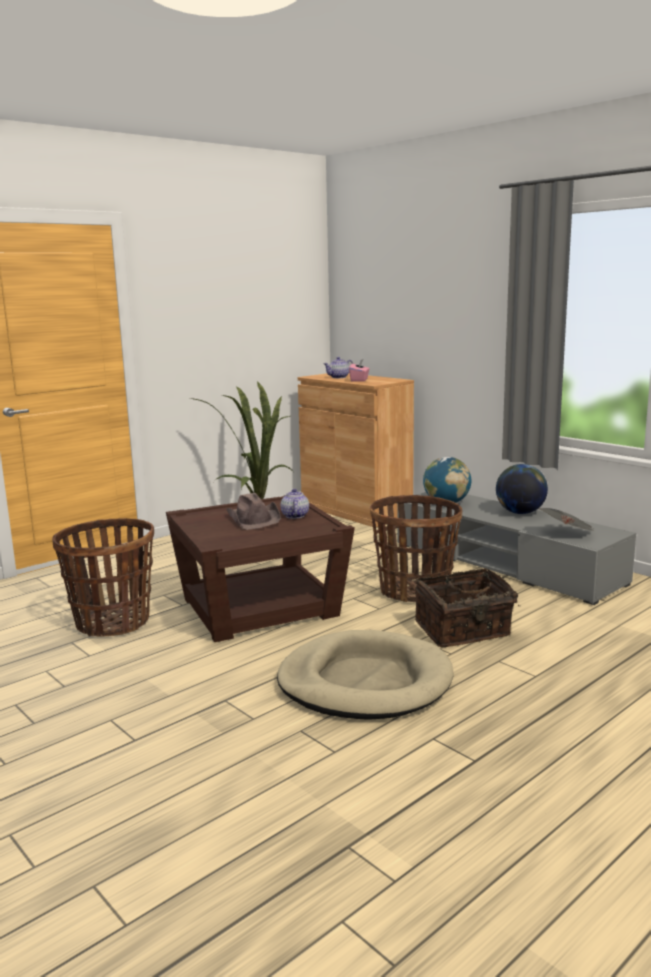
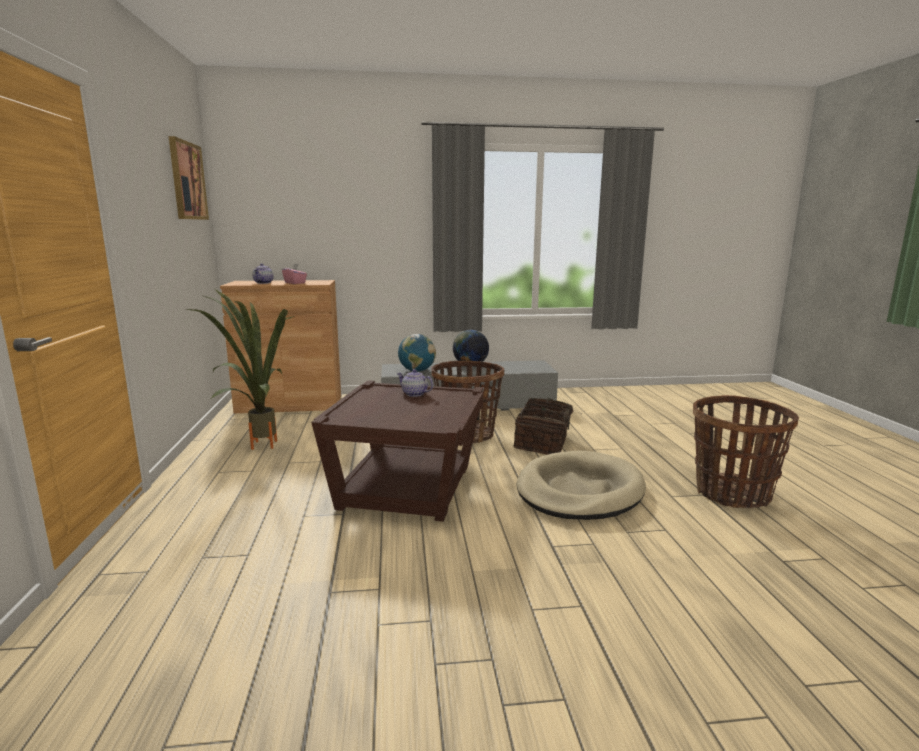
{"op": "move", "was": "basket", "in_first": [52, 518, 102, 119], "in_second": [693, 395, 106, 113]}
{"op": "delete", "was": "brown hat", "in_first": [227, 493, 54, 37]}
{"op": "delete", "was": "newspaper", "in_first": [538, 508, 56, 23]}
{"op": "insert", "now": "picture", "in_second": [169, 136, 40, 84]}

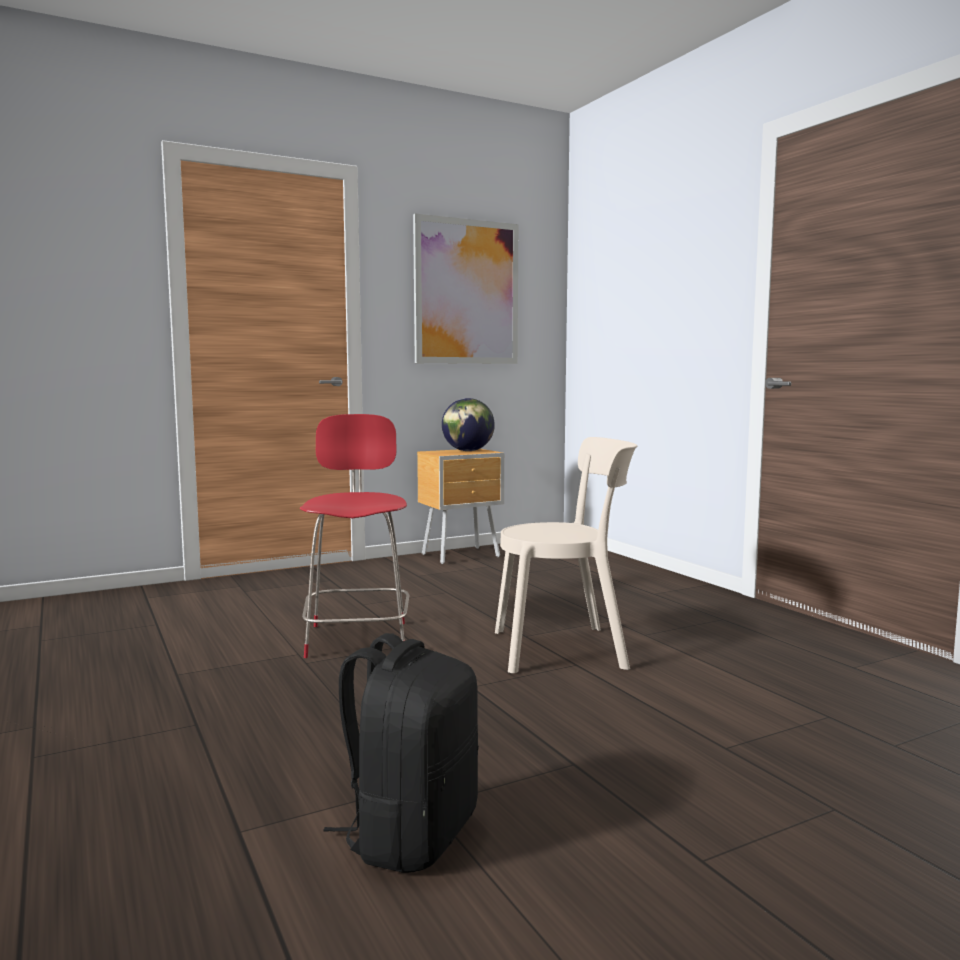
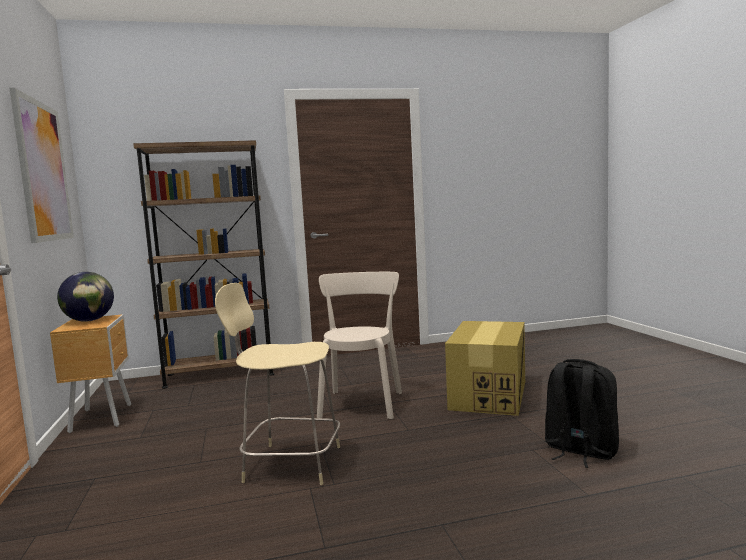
{"op": "recolor", "was": "red chair", "now": "beige chair", "in_first": [300, 414, 109, 244], "in_second": [215, 283, 125, 202]}
{"op": "insert", "now": "brown bookcase", "in_second": [133, 140, 141, 249]}
{"op": "insert", "now": "cardboard box", "in_second": [445, 321, 80, 95]}

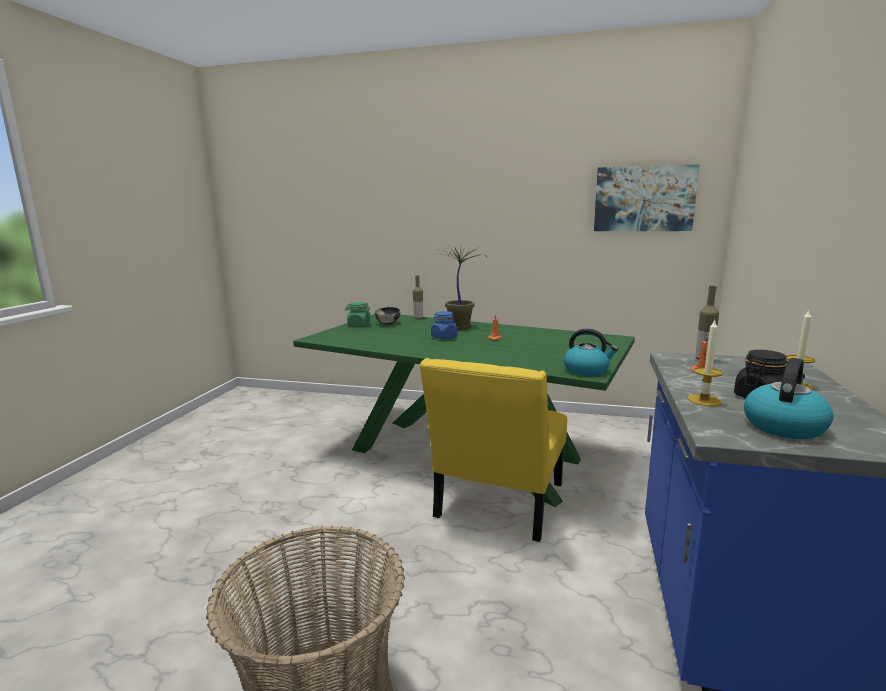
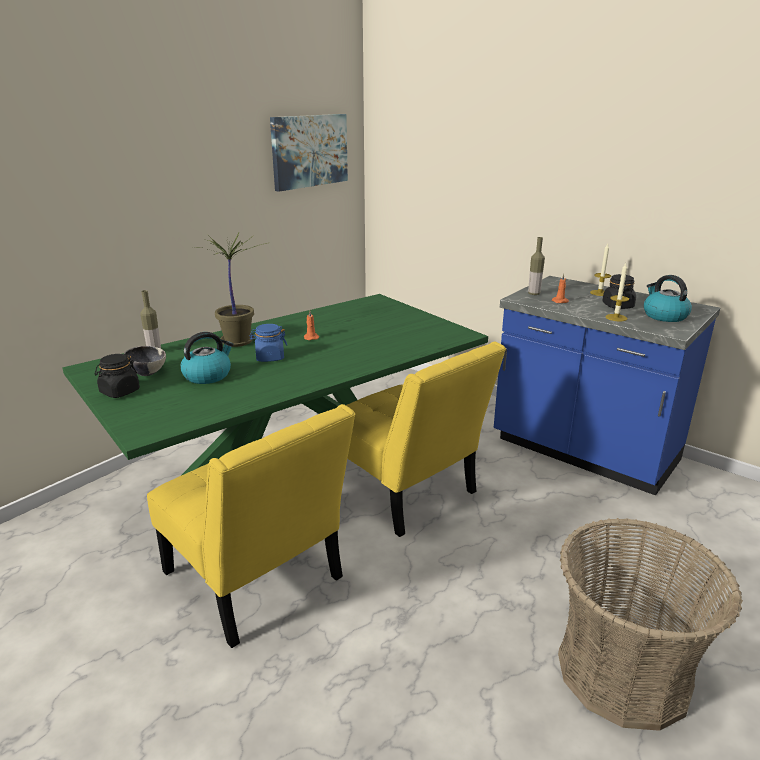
{"op": "recolor", "was": "green jar", "now": "black jar", "in_first": [345, 302, 26, 25], "in_second": [94, 354, 46, 44]}
{"op": "move", "was": "kettle", "in_first": [564, 329, 54, 47], "in_second": [180, 332, 53, 52]}
{"op": "insert", "now": "yellow chair", "in_second": [147, 404, 208, 244]}

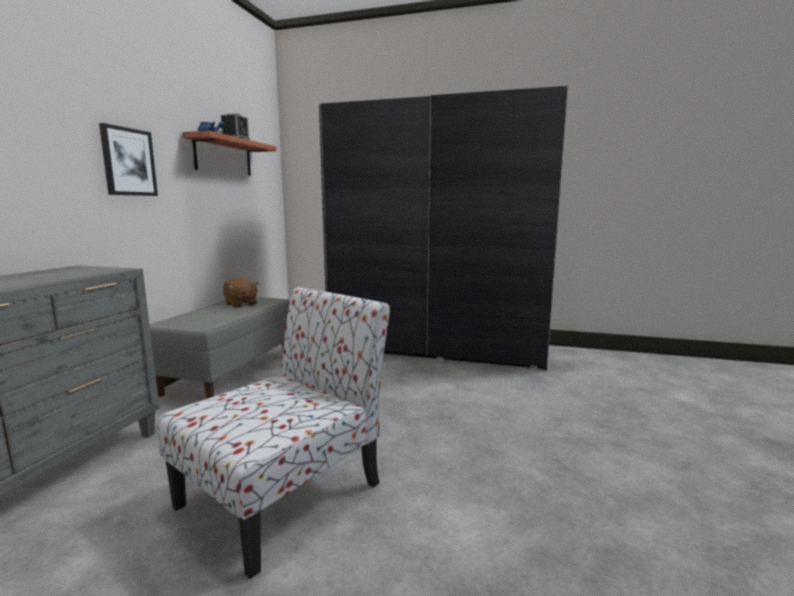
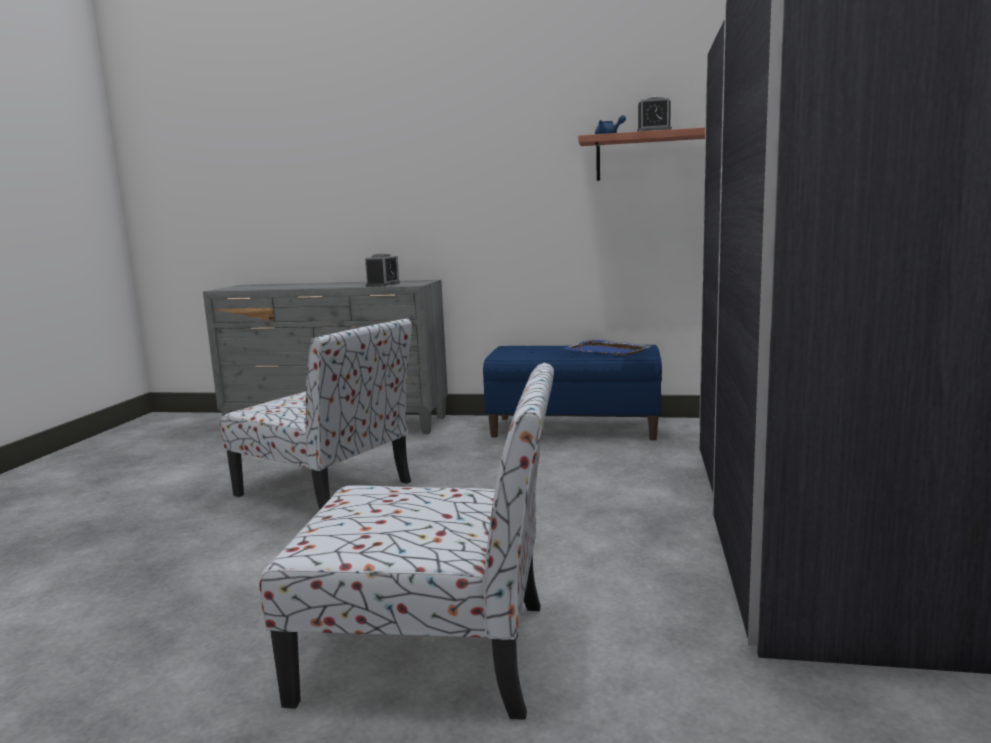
{"op": "delete", "was": "picture", "in_first": [99, 123, 59, 73]}
{"op": "recolor", "was": "grey bench", "now": "blue bench", "in_first": [150, 297, 140, 102], "in_second": [483, 345, 179, 95]}
{"op": "replace", "was": "brown plush toy", "now": "blue tray", "in_first": [223, 278, 35, 30], "in_second": [565, 340, 86, 15]}
{"op": "insert", "now": "chair", "in_second": [260, 363, 294, 357]}
{"op": "insert", "now": "alarm clock", "in_second": [365, 254, 35, 32]}

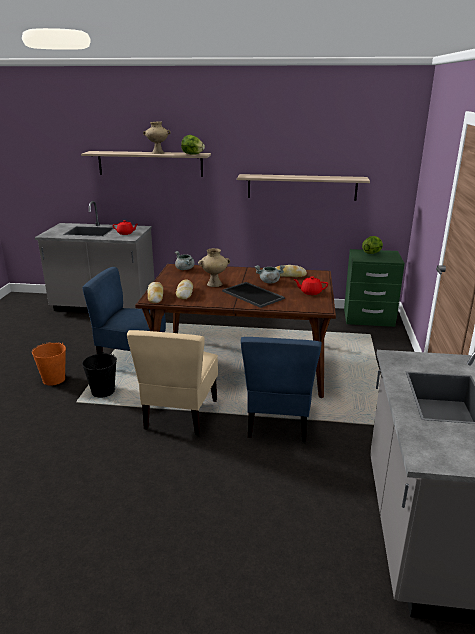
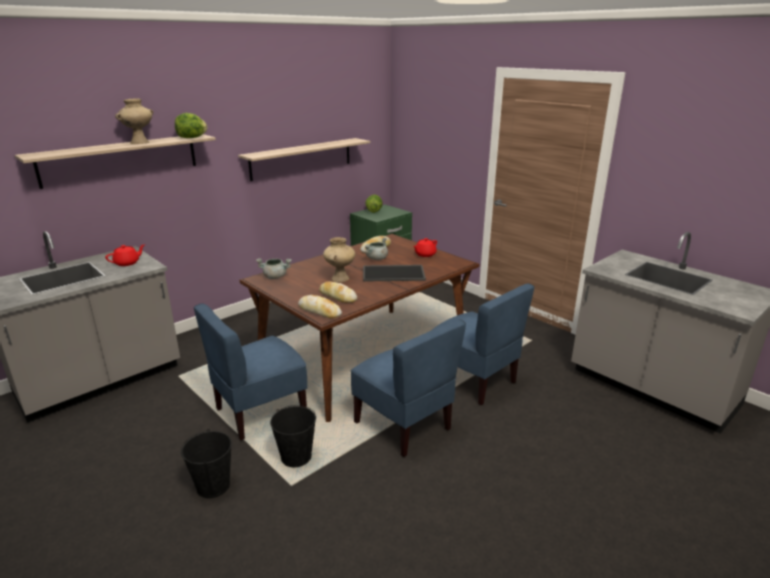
{"op": "recolor", "was": "orange bucket", "now": "black bucket", "in_first": [32, 342, 34, 44], "in_second": [181, 429, 51, 69]}
{"op": "recolor", "was": "beige chair", "now": "blue chair", "in_first": [127, 330, 91, 106], "in_second": [351, 319, 115, 138]}

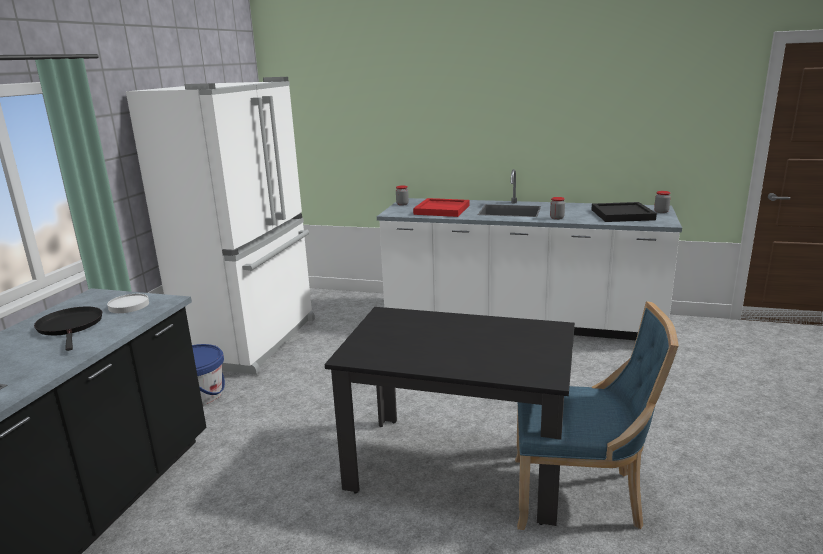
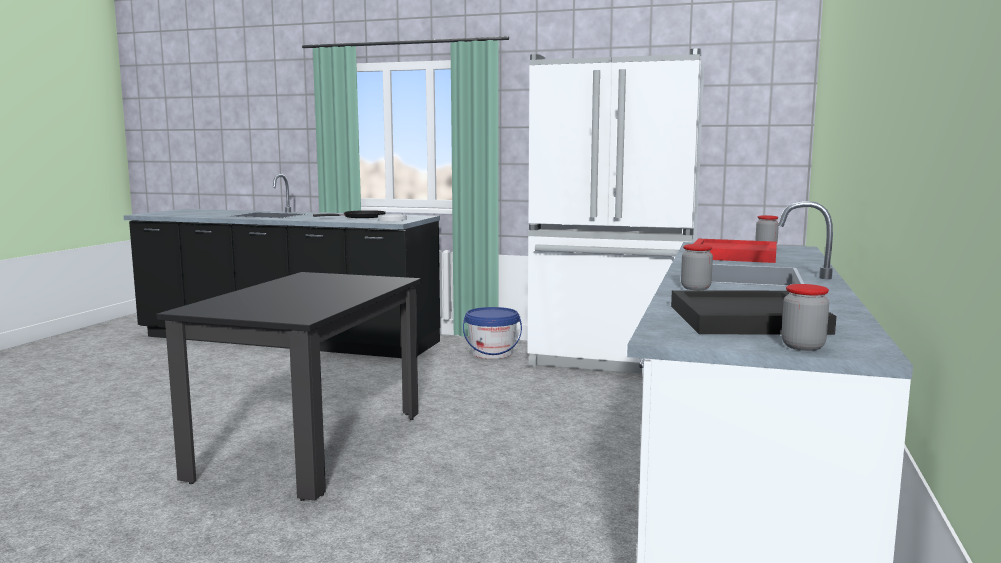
{"op": "delete", "was": "blue chair", "in_first": [515, 301, 163, 229]}

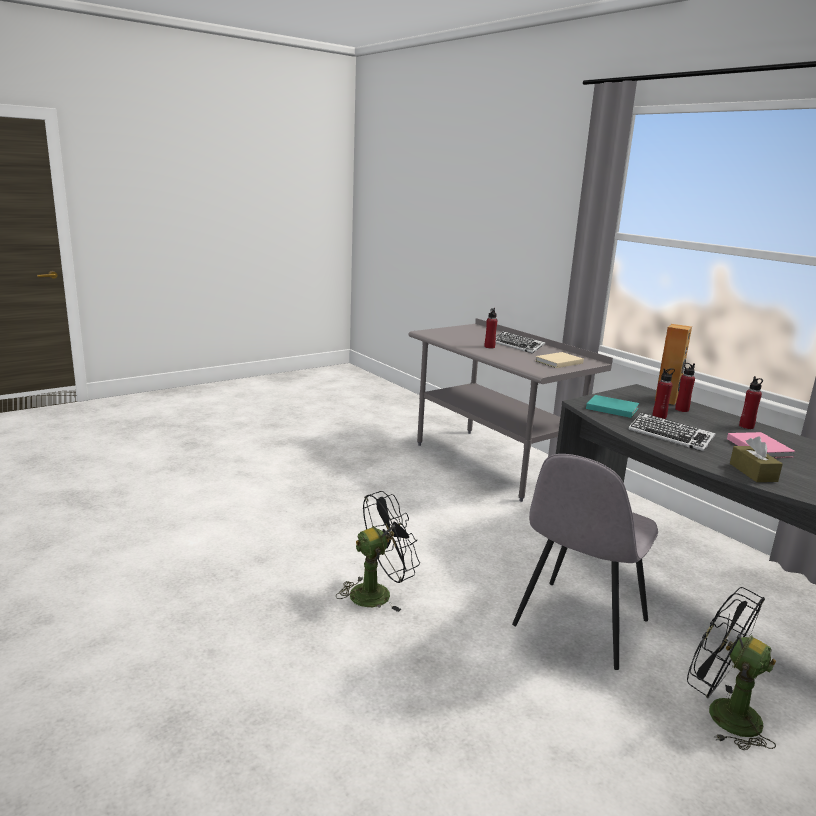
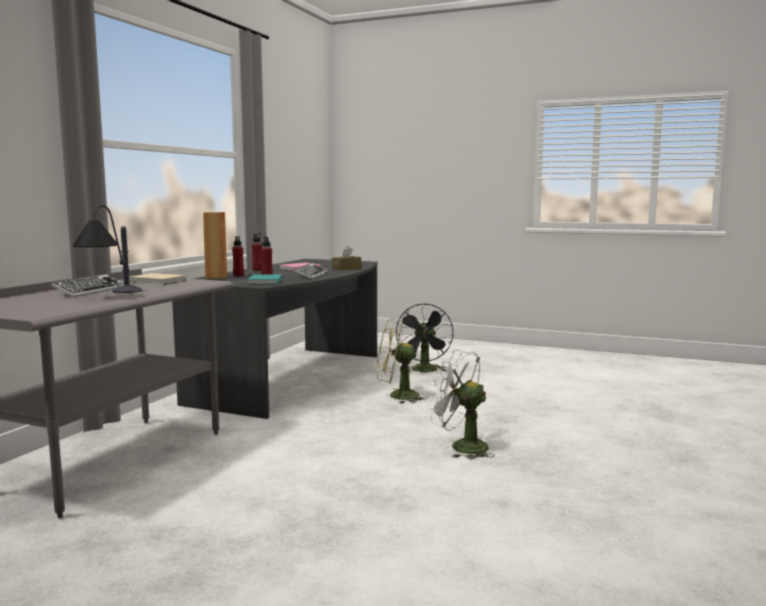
{"op": "recolor", "was": "black fan", "now": "white fan", "in_first": [336, 491, 84, 121], "in_second": [428, 349, 67, 111]}
{"op": "replace", "was": "red bottle", "now": "table lamp", "in_first": [484, 308, 13, 40], "in_second": [73, 205, 69, 88]}
{"op": "replace", "was": "grey chair", "now": "green fan", "in_first": [512, 454, 146, 216], "in_second": [377, 318, 51, 86]}

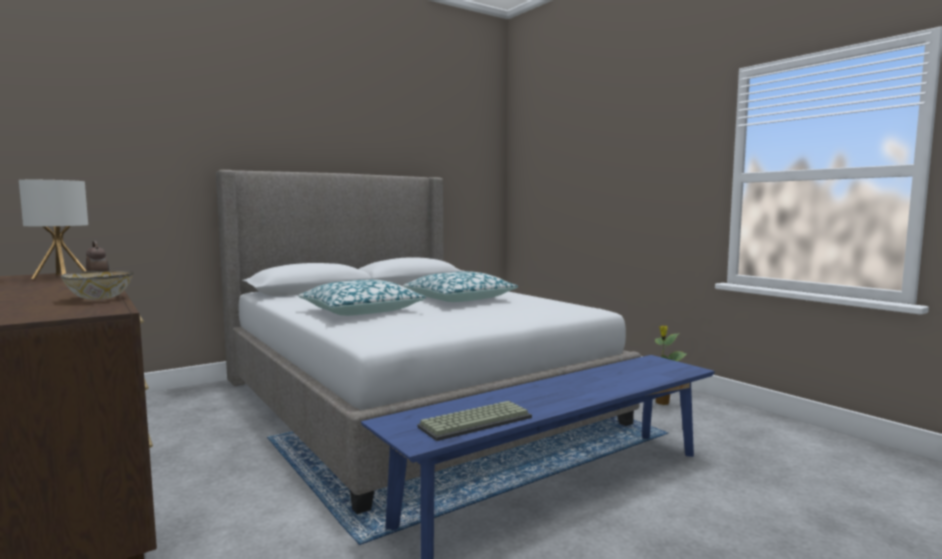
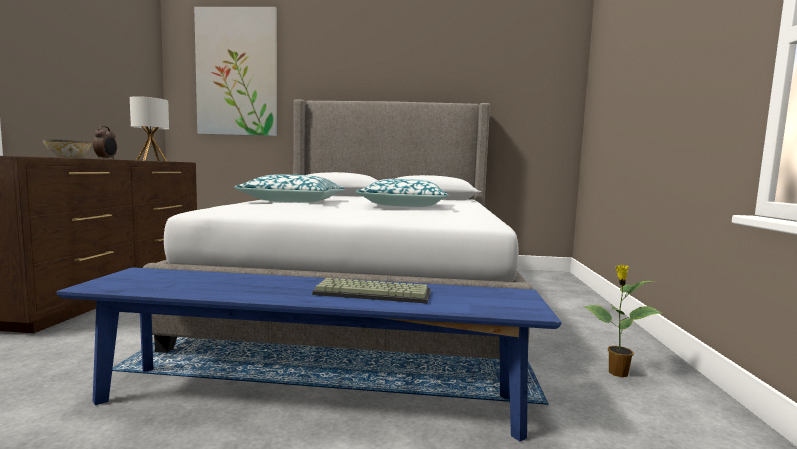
{"op": "move", "was": "keyboard", "in_first": [417, 401, 115, 40], "in_second": [312, 278, 119, 26]}
{"op": "insert", "now": "picture", "in_second": [194, 7, 83, 129]}

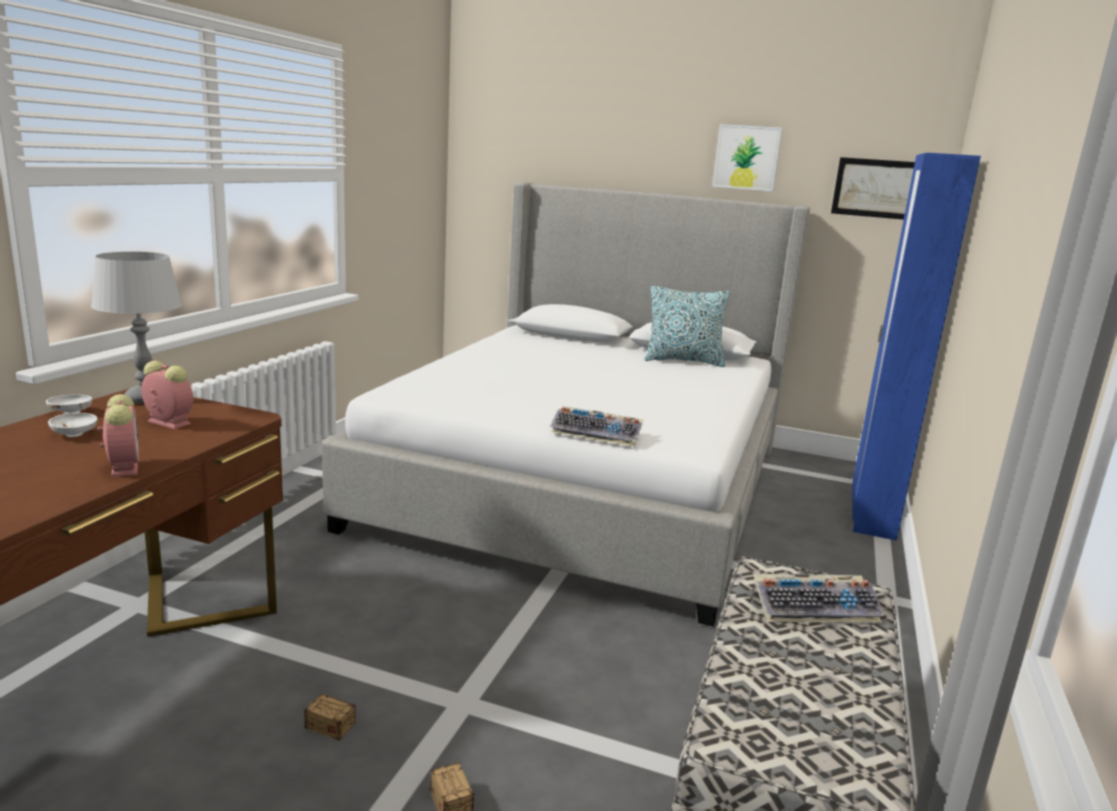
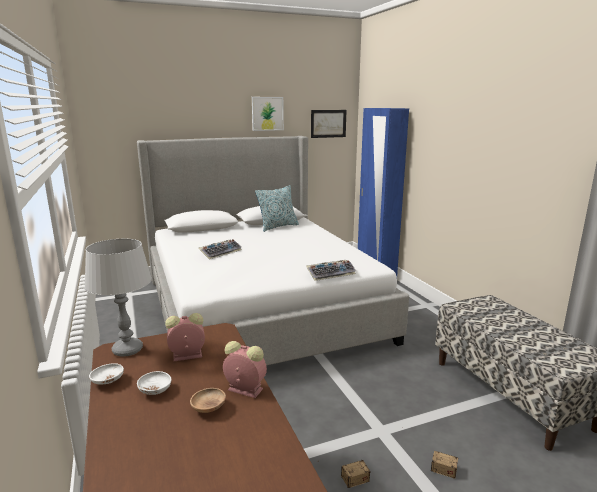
{"op": "move", "was": "keyboard", "in_first": [753, 574, 132, 49], "in_second": [198, 239, 43, 20]}
{"op": "insert", "now": "brown bowl", "in_second": [190, 388, 36, 25]}

